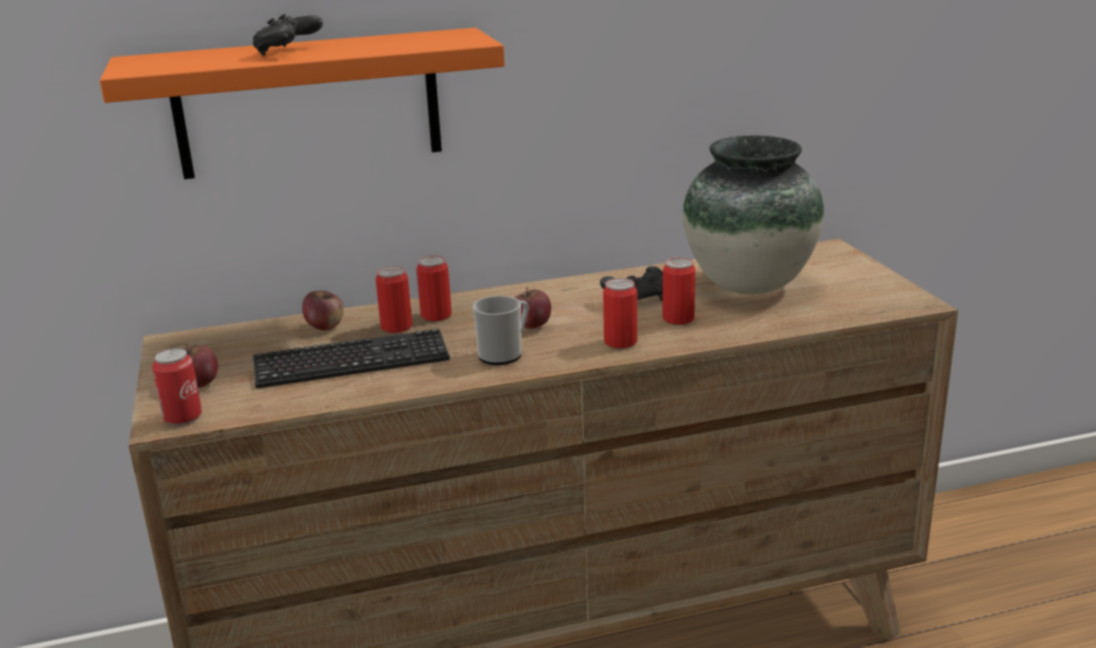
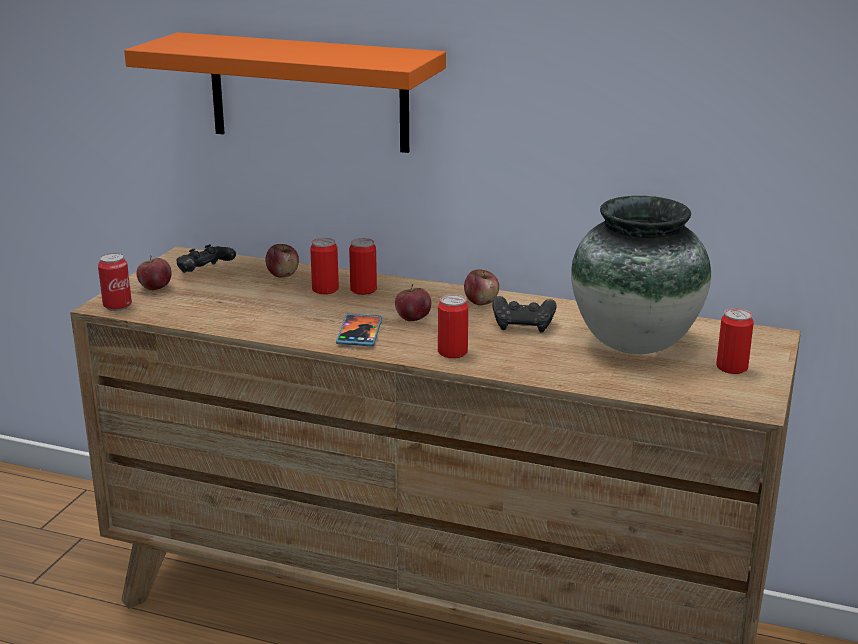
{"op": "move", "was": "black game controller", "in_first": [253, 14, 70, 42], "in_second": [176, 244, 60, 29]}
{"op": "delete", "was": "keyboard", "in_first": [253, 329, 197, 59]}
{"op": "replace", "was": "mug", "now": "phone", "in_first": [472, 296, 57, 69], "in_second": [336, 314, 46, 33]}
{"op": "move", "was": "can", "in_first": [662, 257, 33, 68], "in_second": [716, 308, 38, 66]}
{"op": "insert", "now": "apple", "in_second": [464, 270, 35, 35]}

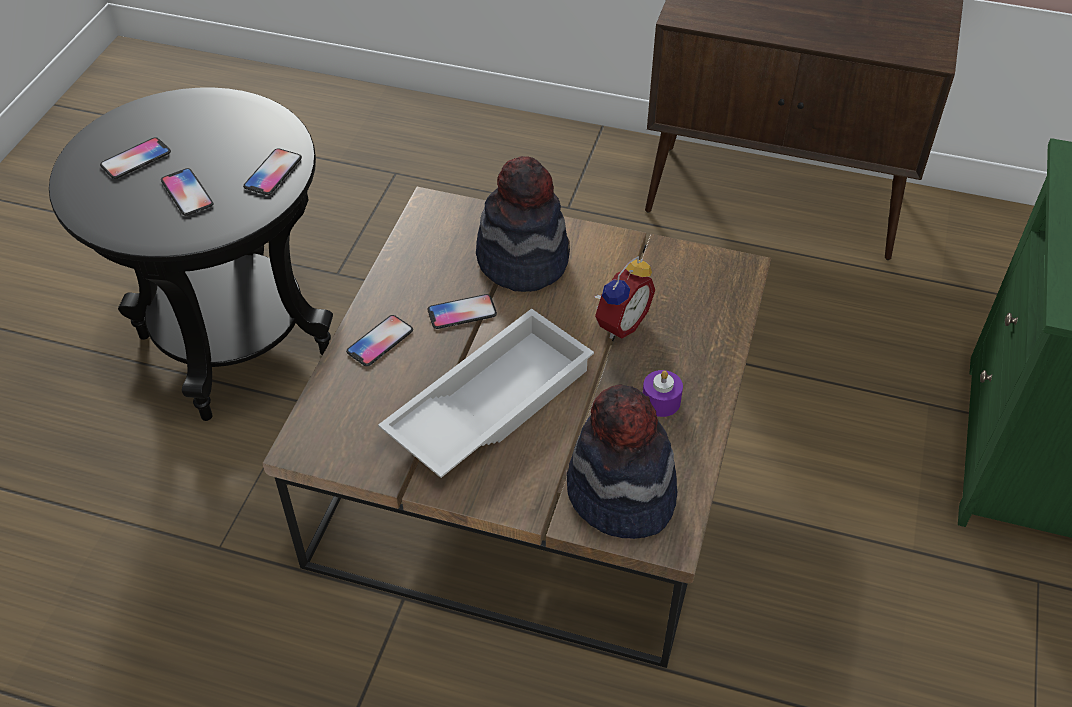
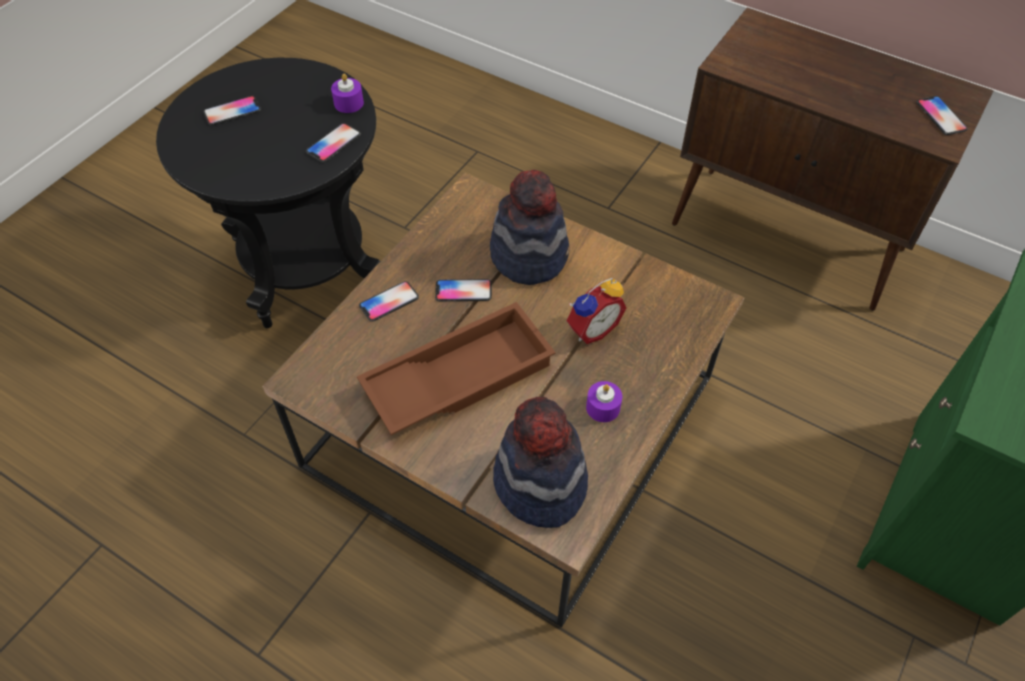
{"op": "move", "was": "phone", "in_first": [161, 168, 53, 48], "in_second": [916, 96, 52, 39]}
{"op": "recolor", "was": "white tray", "now": "brown tray", "in_first": [378, 309, 216, 169], "in_second": [357, 302, 199, 133]}
{"op": "insert", "now": "purple candle", "in_second": [331, 74, 33, 39]}

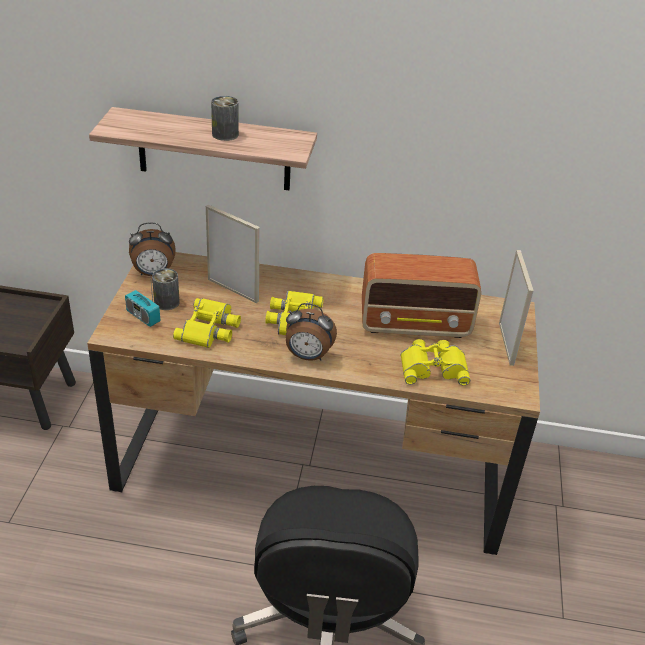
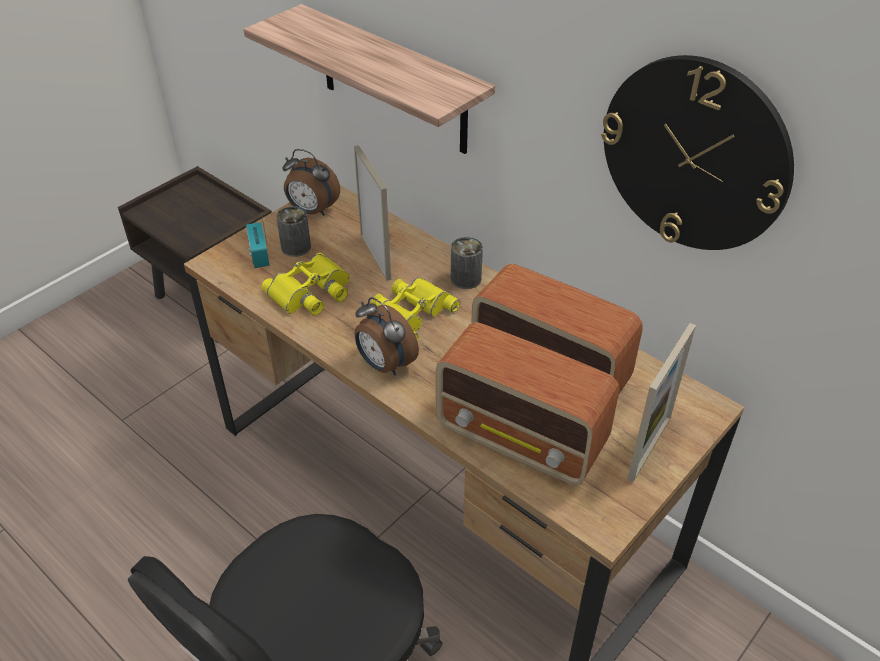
{"op": "move", "was": "can", "in_first": [211, 96, 28, 45], "in_second": [451, 237, 32, 52]}
{"op": "replace", "was": "yellow binoculars", "now": "radio", "in_first": [401, 339, 69, 47], "in_second": [436, 322, 183, 163]}
{"op": "insert", "now": "wall clock", "in_second": [601, 55, 193, 195]}

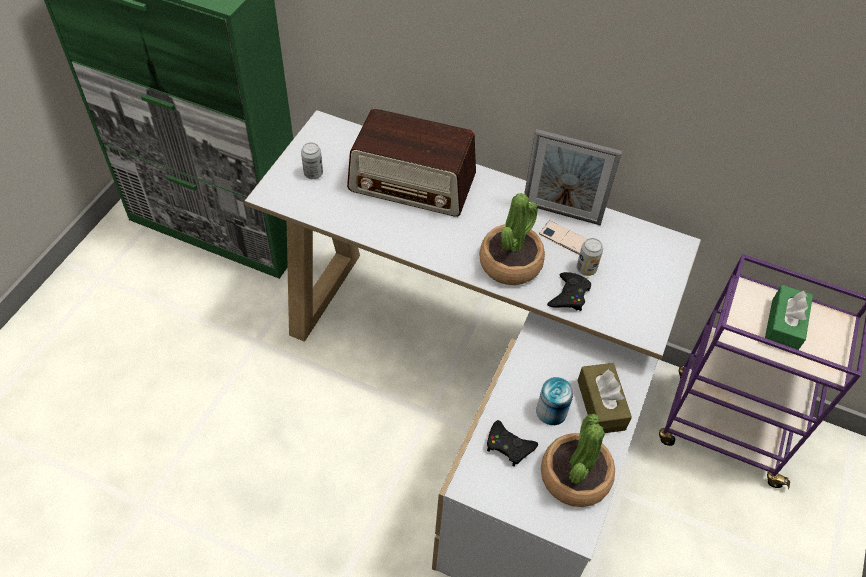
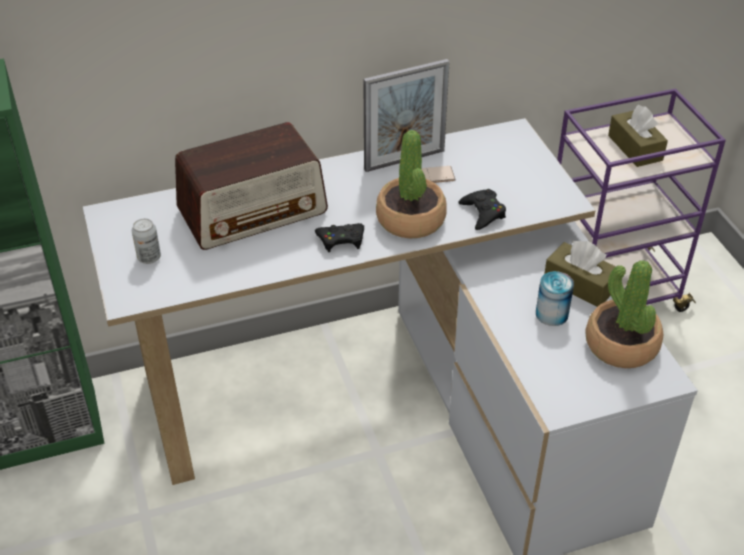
{"op": "move", "was": "black game controller", "in_first": [487, 420, 51, 47], "in_second": [315, 223, 49, 29]}
{"op": "delete", "was": "can", "in_first": [577, 238, 26, 38]}
{"op": "recolor", "was": "green tissue box", "now": "brown tissue box", "in_first": [764, 285, 49, 65], "in_second": [608, 105, 60, 62]}

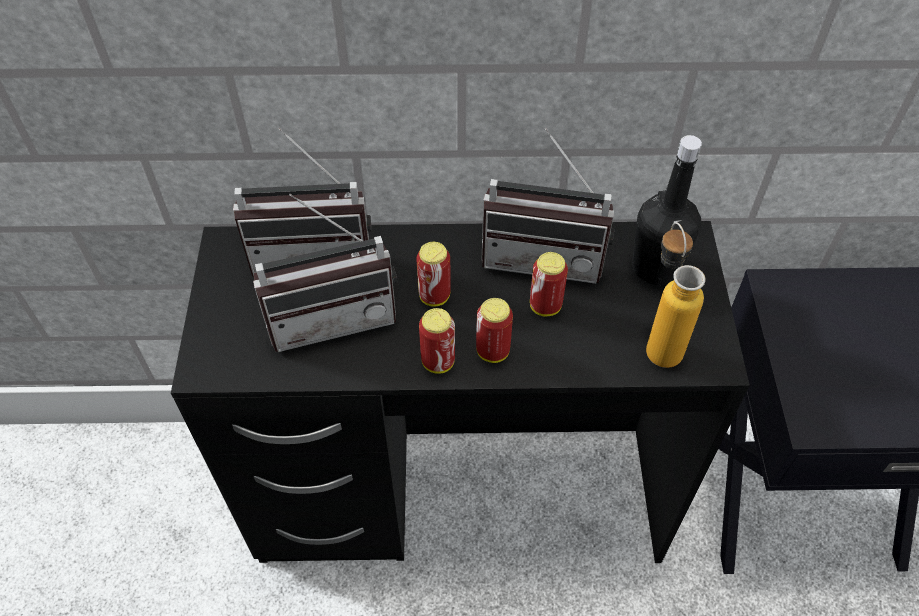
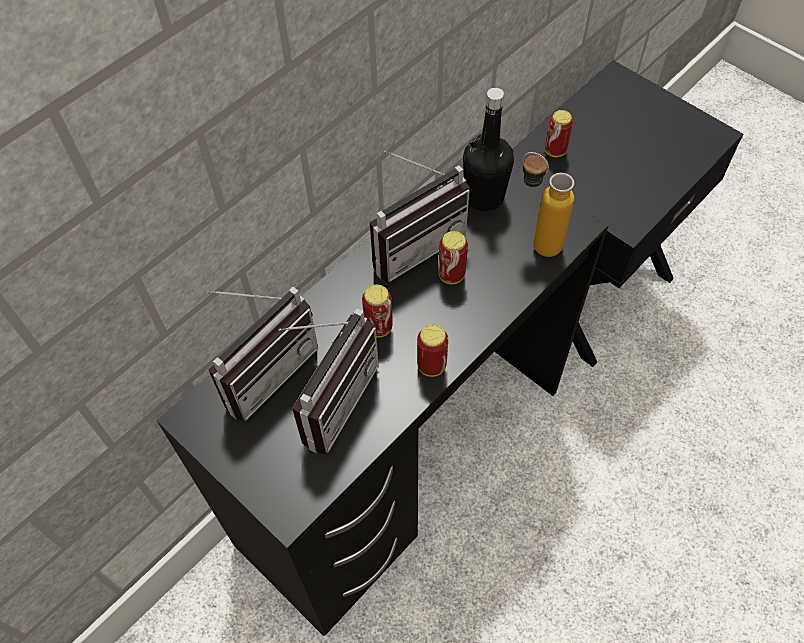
{"op": "move", "was": "can", "in_first": [476, 298, 37, 65], "in_second": [545, 110, 28, 47]}

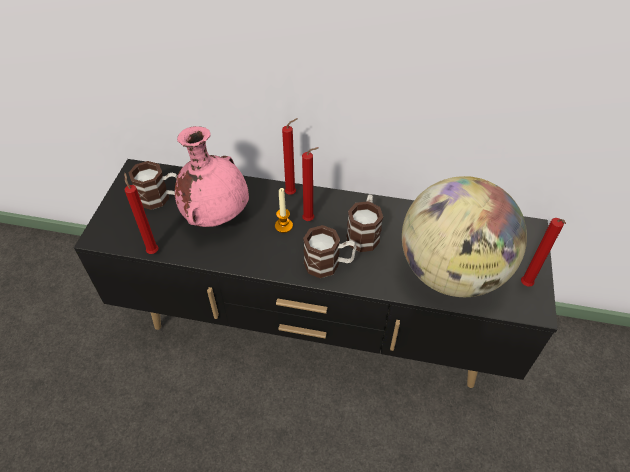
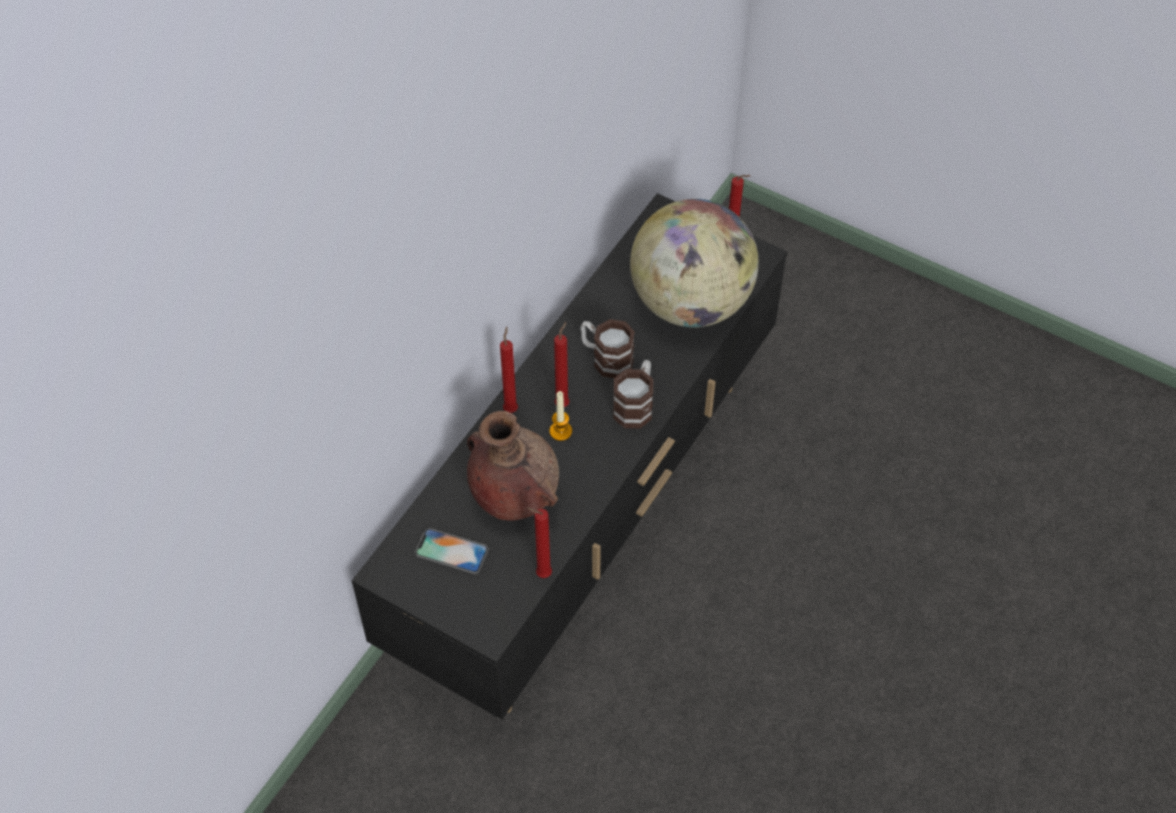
{"op": "replace", "was": "mug", "now": "phone", "in_first": [129, 161, 49, 49], "in_second": [415, 528, 74, 46]}
{"op": "recolor", "was": "pink vase", "now": "brown vase", "in_first": [175, 126, 74, 101], "in_second": [467, 411, 92, 110]}

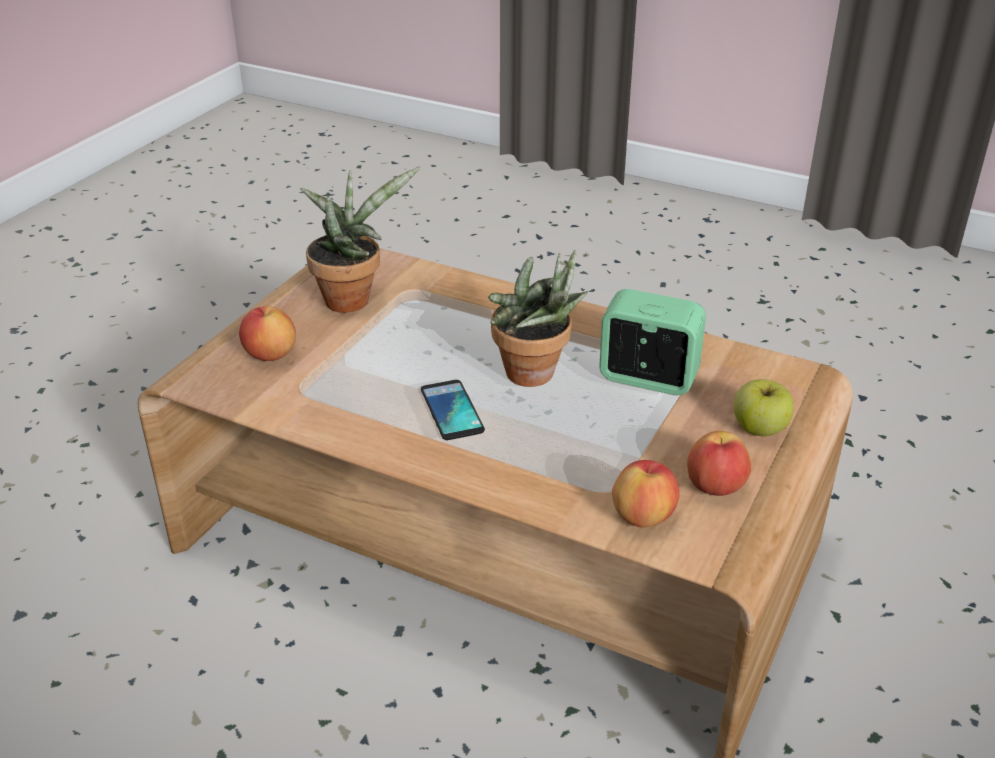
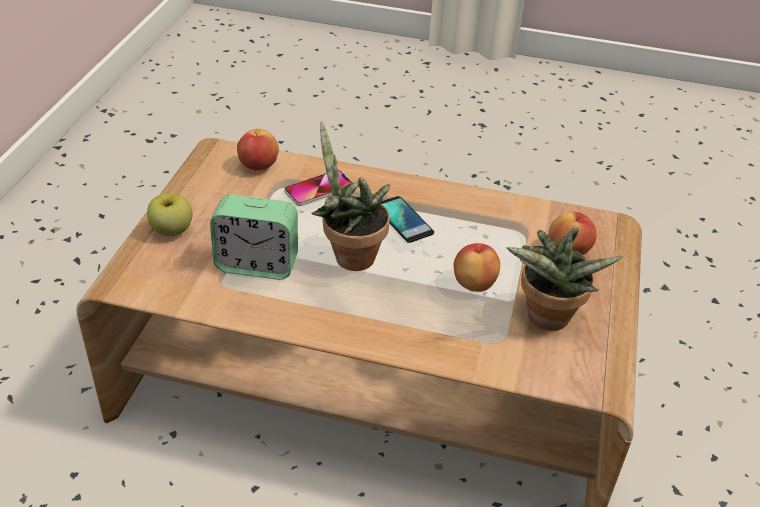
{"op": "move", "was": "apple", "in_first": [687, 431, 64, 65], "in_second": [454, 243, 46, 49]}
{"op": "insert", "now": "phone", "in_second": [284, 170, 69, 36]}

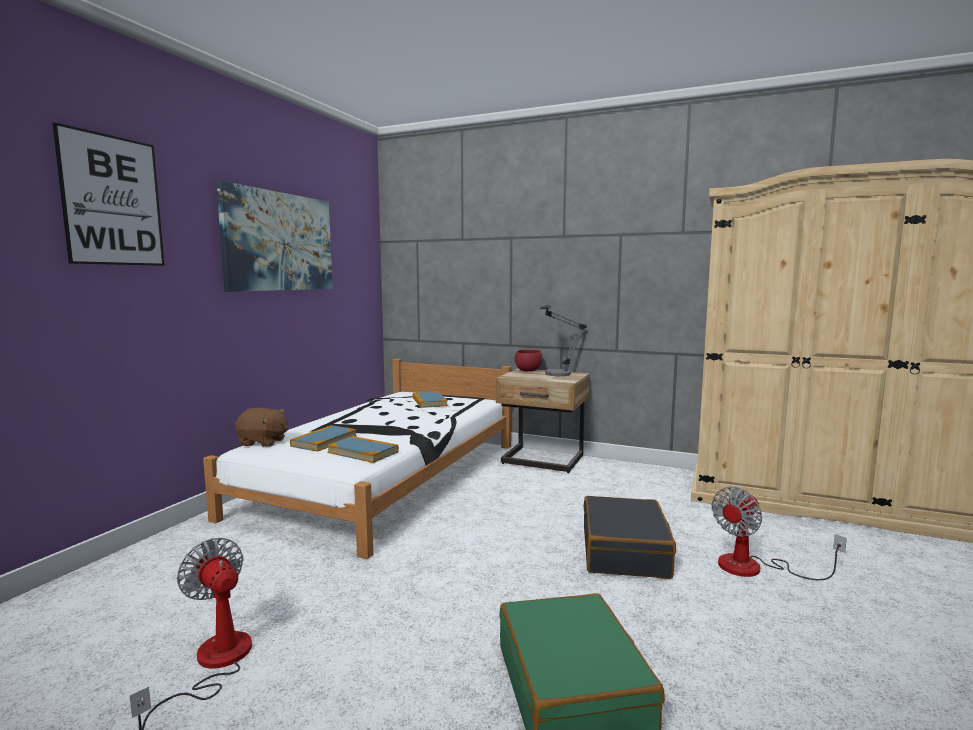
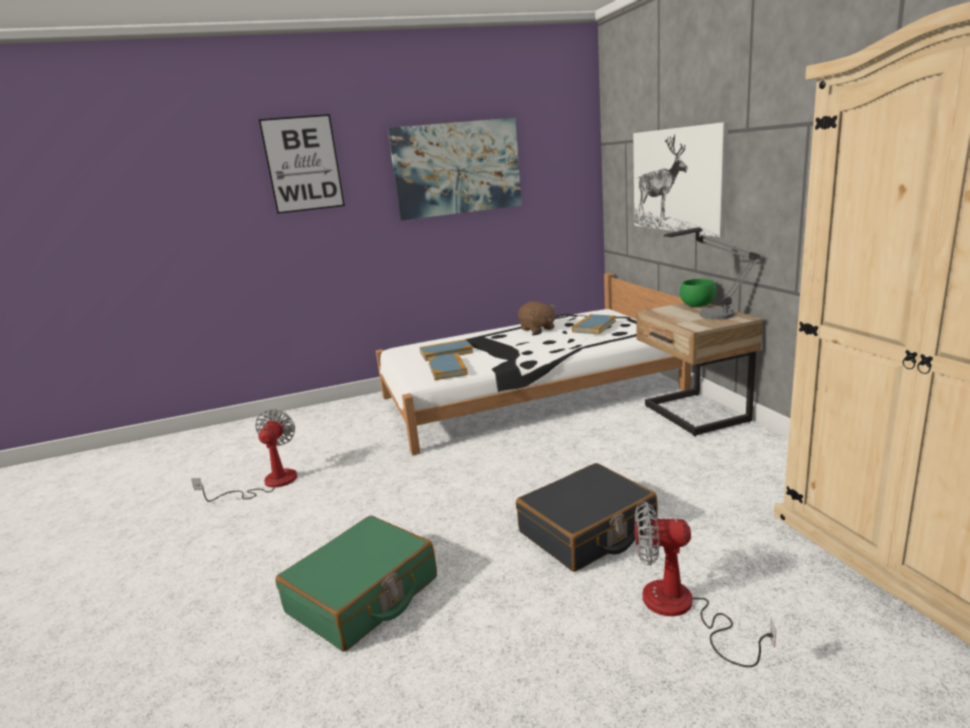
{"op": "move", "was": "brown plush toy", "in_first": [235, 408, 54, 39], "in_second": [518, 301, 37, 32]}
{"op": "recolor", "was": "red bowl", "now": "green bowl", "in_first": [515, 350, 28, 21], "in_second": [680, 279, 37, 28]}
{"op": "insert", "now": "picture", "in_second": [633, 122, 95, 115]}

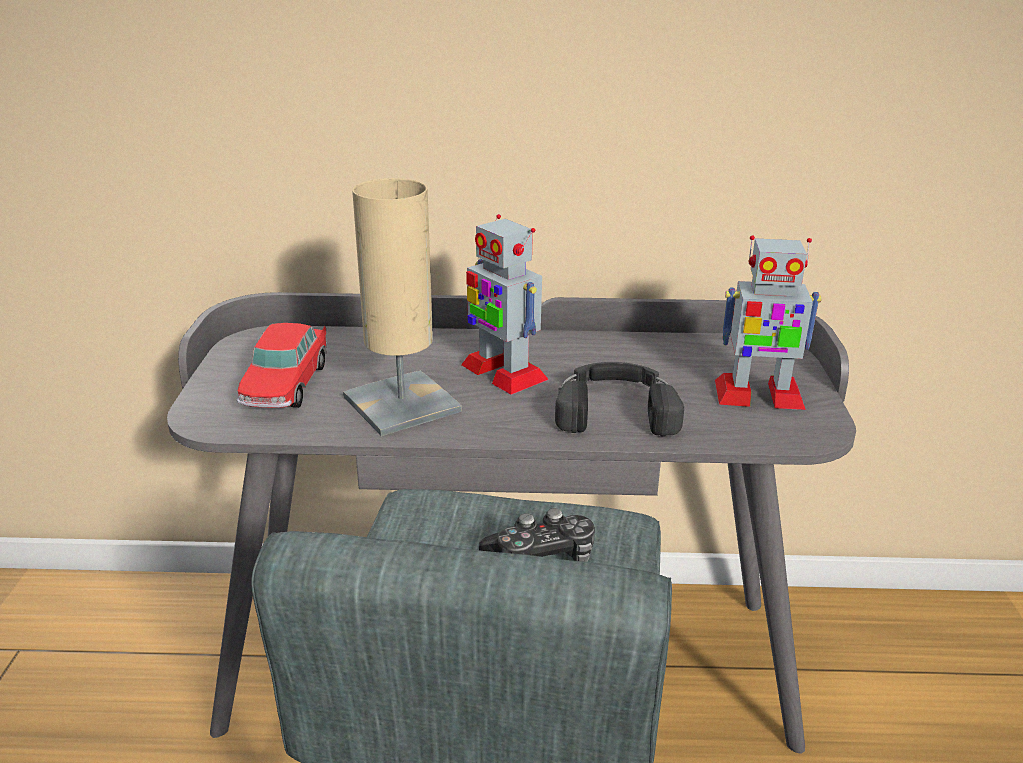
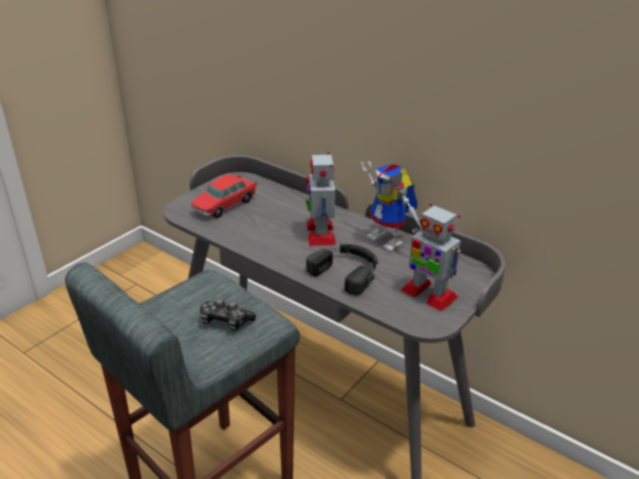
{"op": "delete", "was": "beige table lamp", "in_first": [343, 178, 119, 258]}
{"op": "insert", "now": "toy robot", "in_second": [361, 161, 59, 91]}

